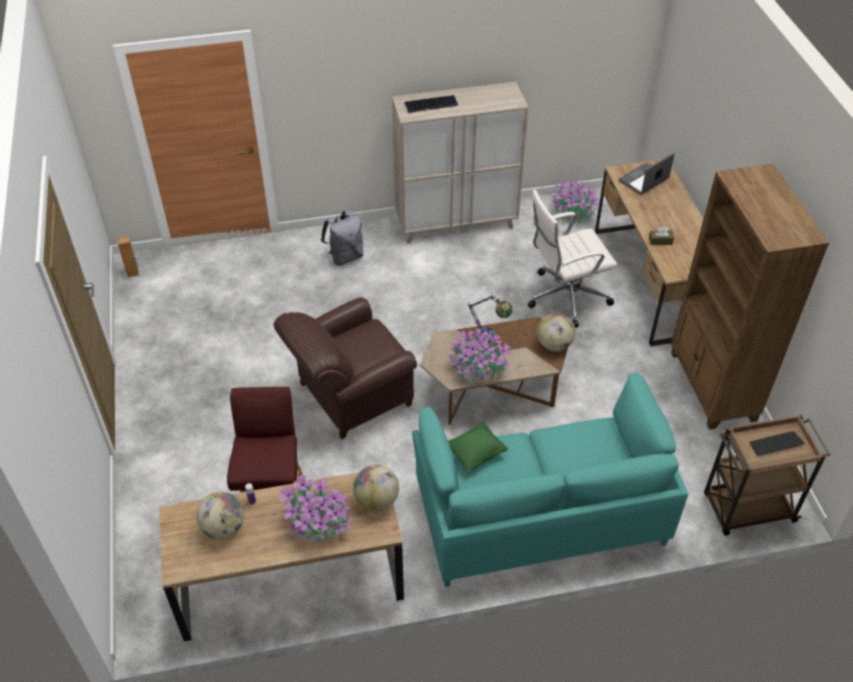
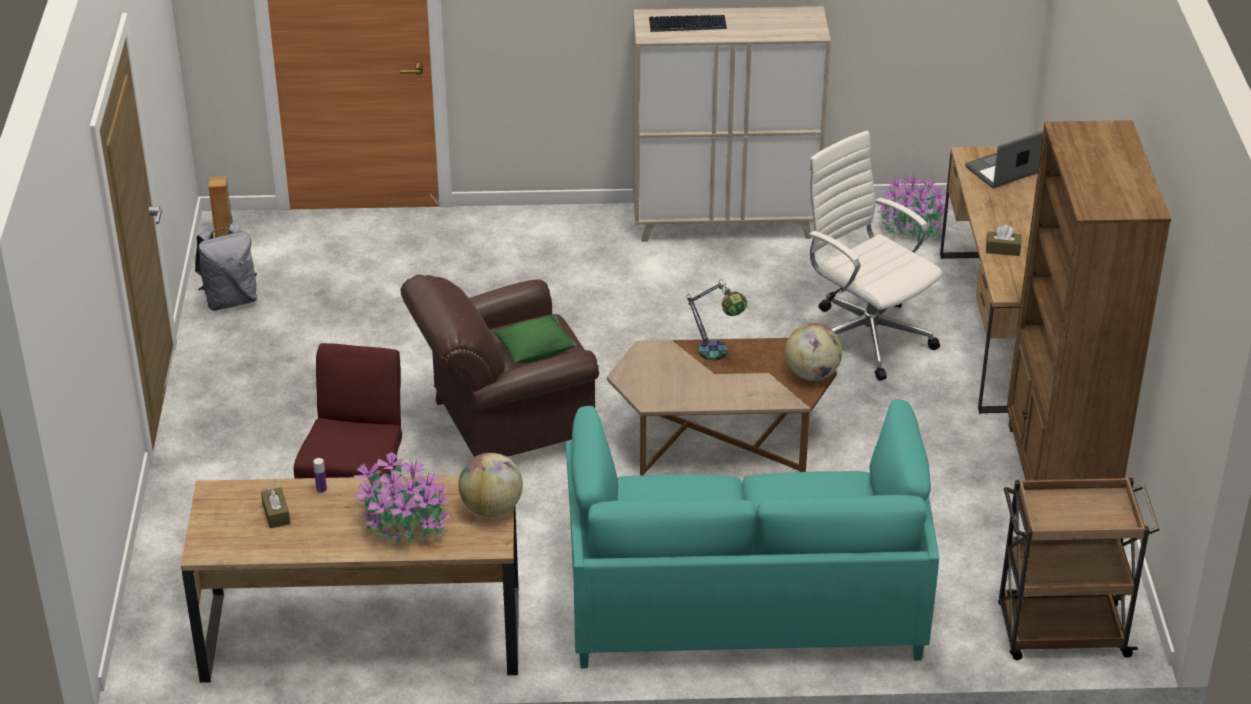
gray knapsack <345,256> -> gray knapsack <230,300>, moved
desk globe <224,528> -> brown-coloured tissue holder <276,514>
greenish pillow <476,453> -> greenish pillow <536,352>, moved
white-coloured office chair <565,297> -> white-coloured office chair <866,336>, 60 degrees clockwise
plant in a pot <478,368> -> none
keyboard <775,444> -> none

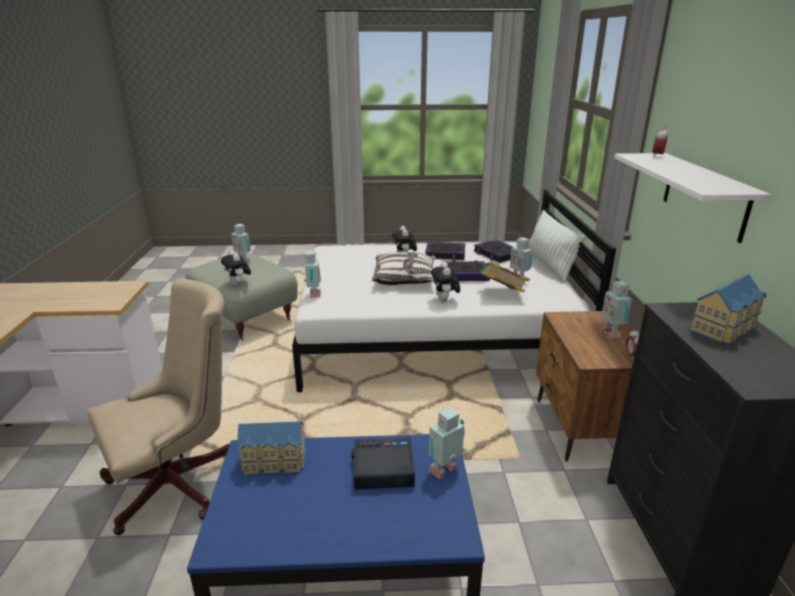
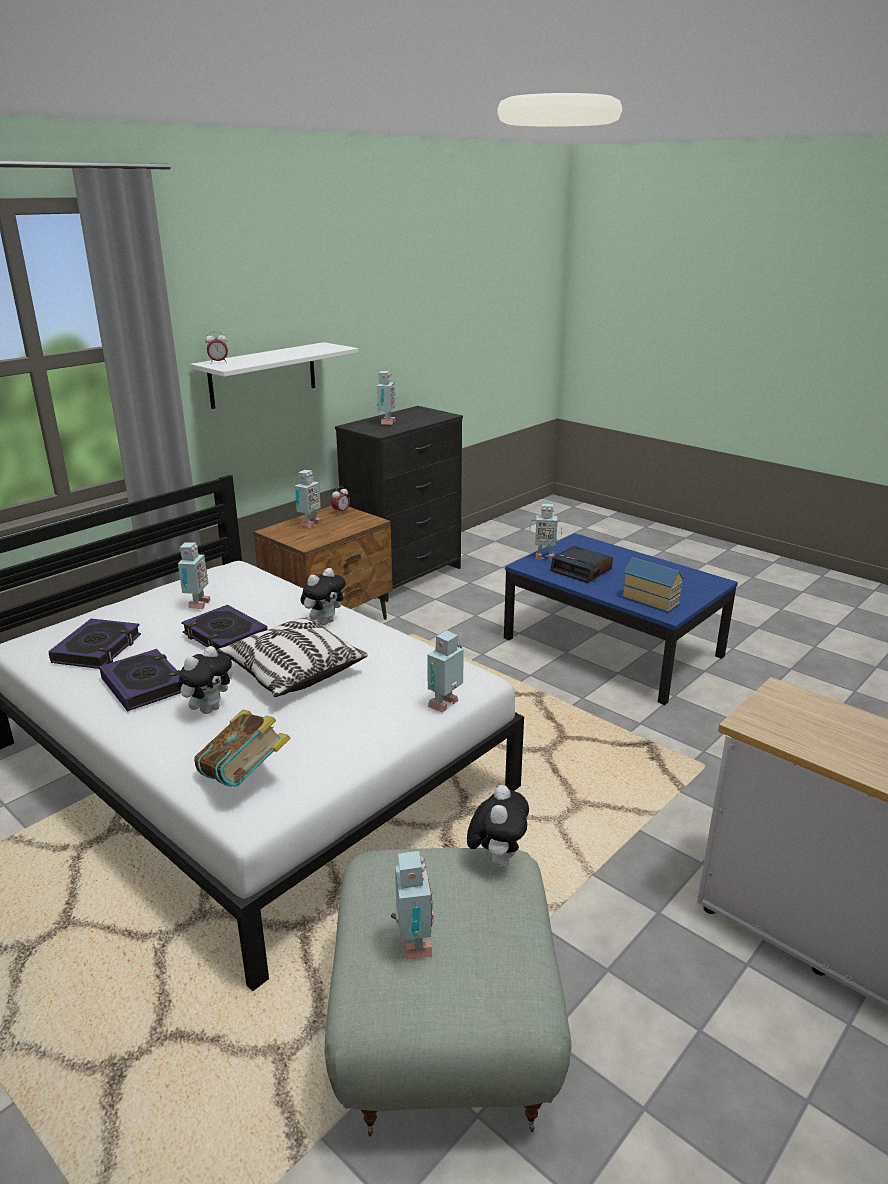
book <501,293> -> book <245,778>, moved
model house <725,329> -> model robot <386,423>
beige-coloured office chair <180,483> -> none
pillow <549,265> -> none

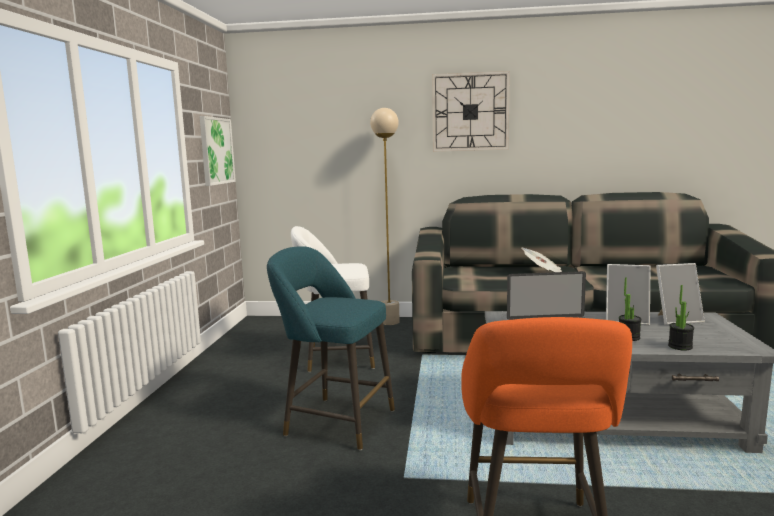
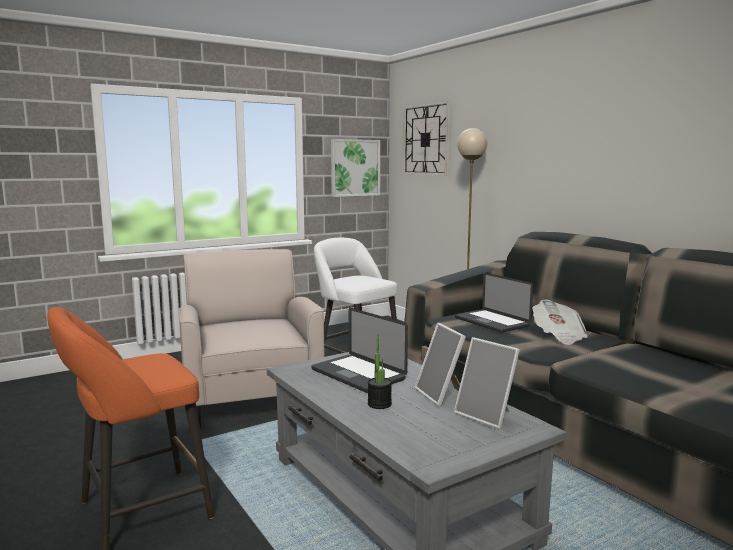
blue-green stool seat <334,421> -> beige-coloured easy chair <250,397>
hanging clock <470,112> -> hanging clock <426,139>, moved
none -> portable computer <491,322>
plant in a pot <680,346> -> none

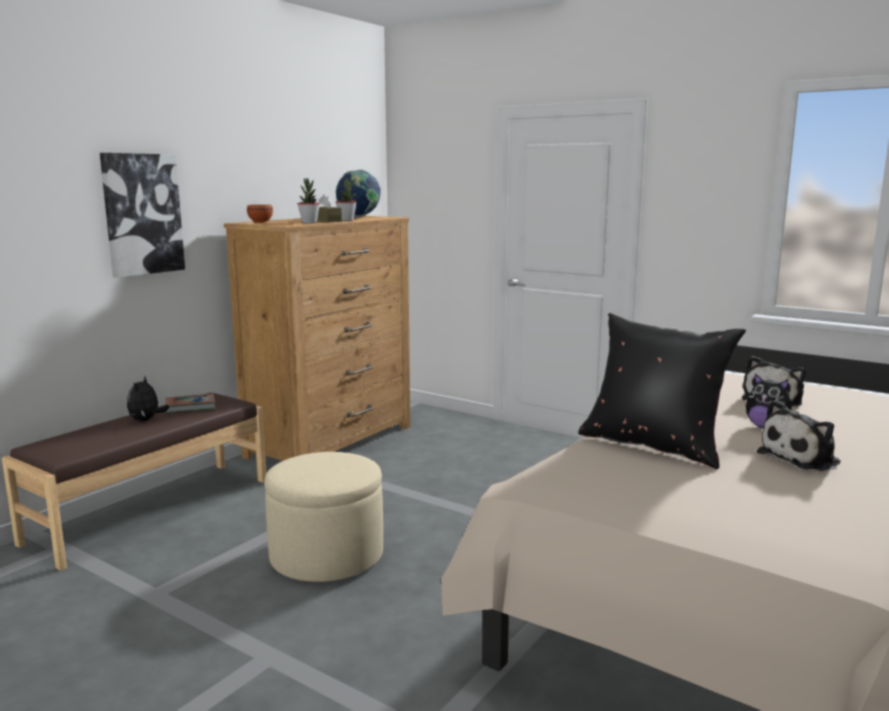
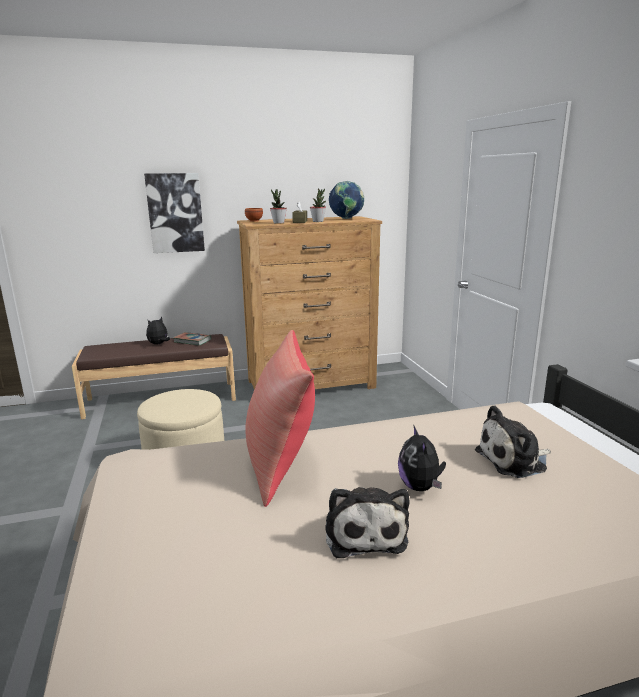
black-coloured pillow <653,445> -> reddish pillow <281,463>
plush toy <802,458> -> plush toy <364,532>, 105 degrees counterclockwise

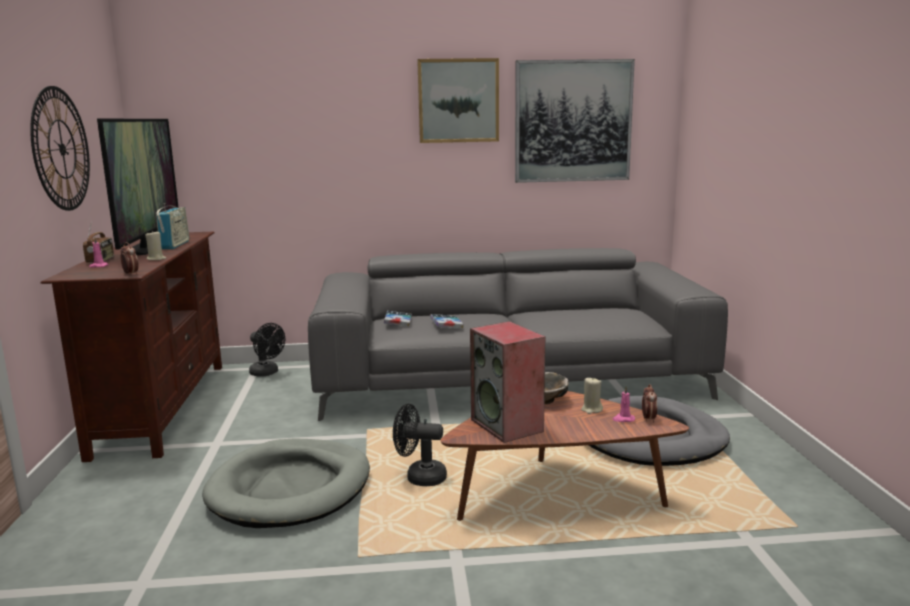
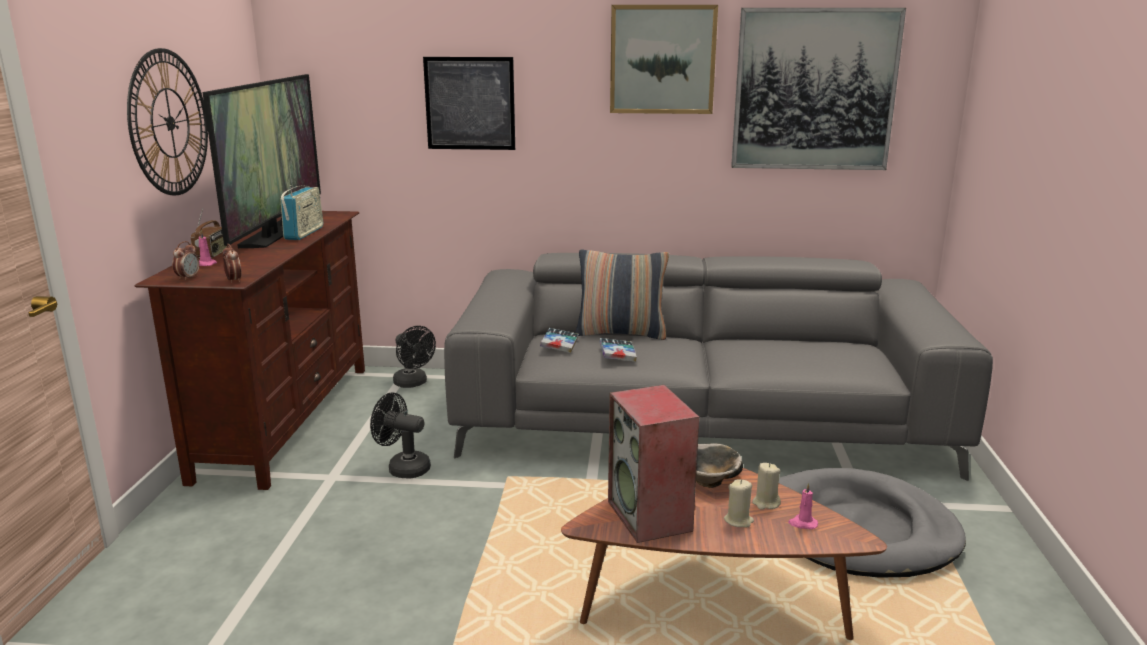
alarm clock <648,419> -> alarm clock <188,278>, moved
black-coloured fan <419,477> -> black-coloured fan <403,468>, moved
none -> picture <470,103>
none -> pillow <621,333>
beige-coloured wax light <156,259> -> beige-coloured wax light <738,520>, moved
gray dog cushion <291,488> -> none

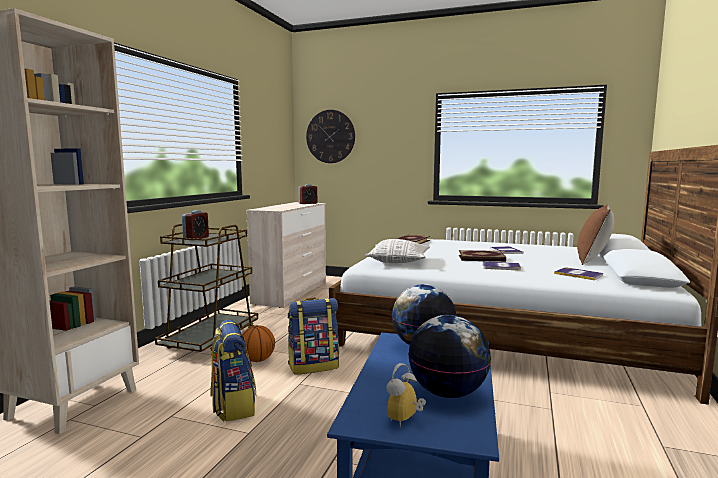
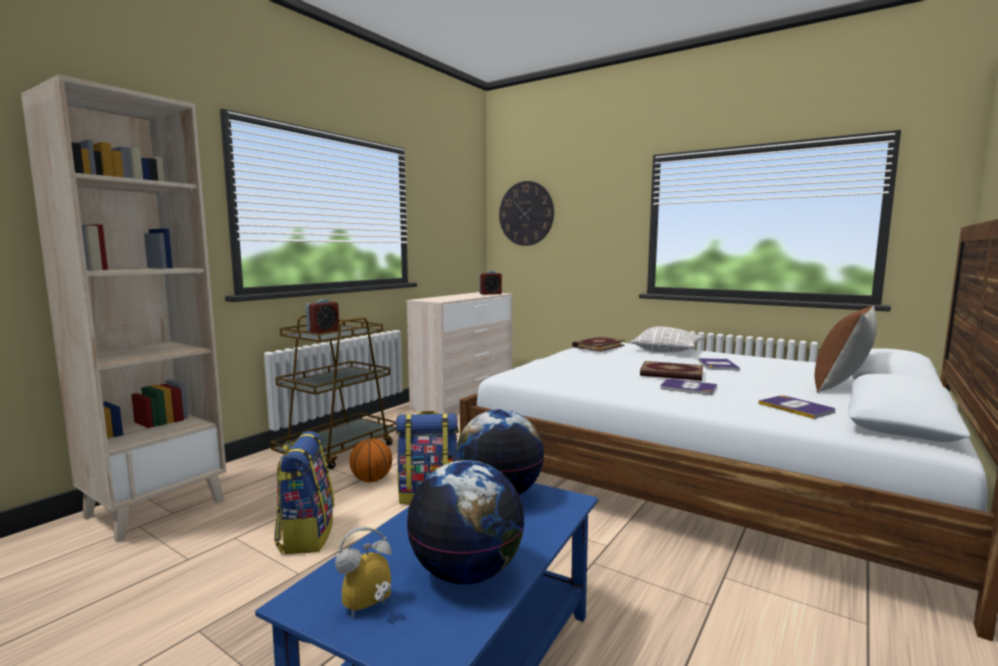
pillow <398,261> -> pillow <666,351>, moved

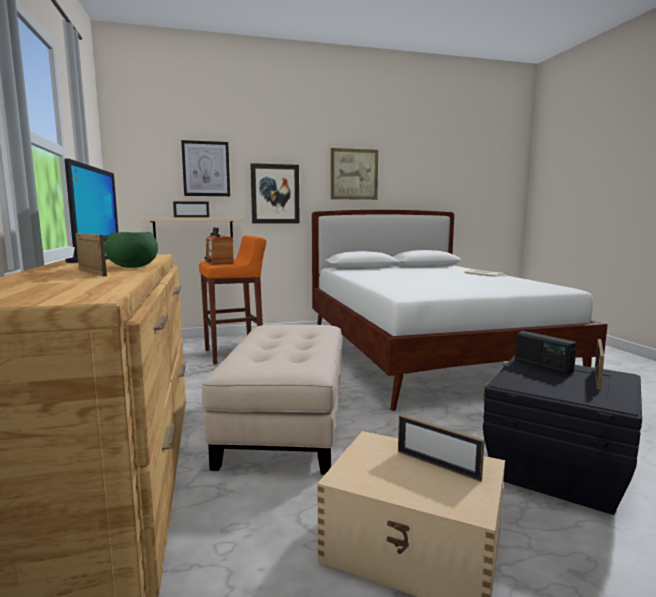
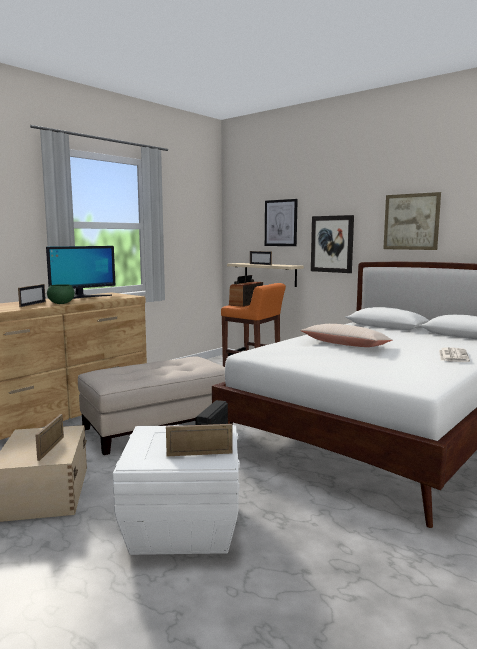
black-coloured storage bin <555,471> -> white-coloured storage bin <181,525>
none -> beige-coloured pillow <345,345>

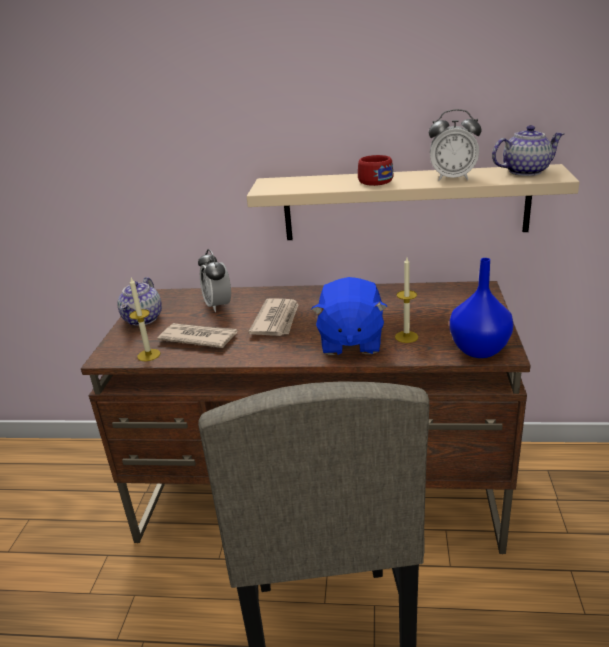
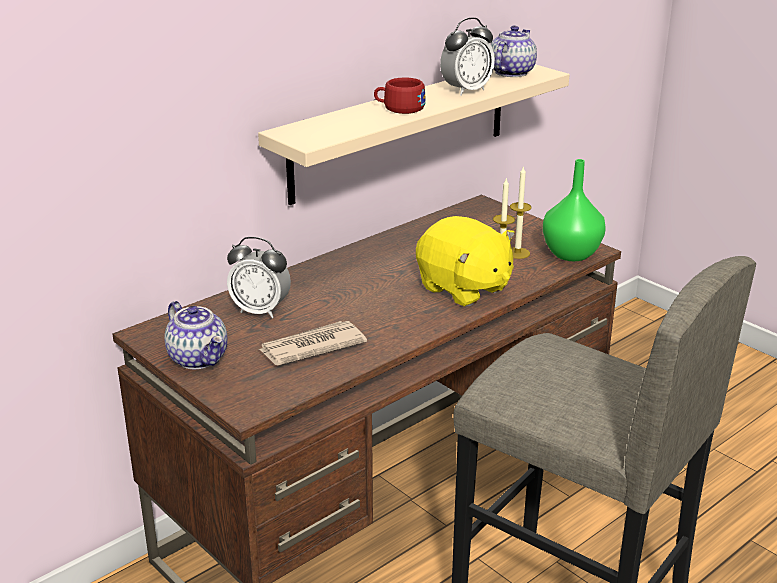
bluish plush toy <350,341> -> yellowish plush toy <463,288>
wax light <148,355> -> wax light <517,253>, moved
bluish flower vase <480,350> -> greenish flower vase <572,254>
daily paper <277,320> -> none

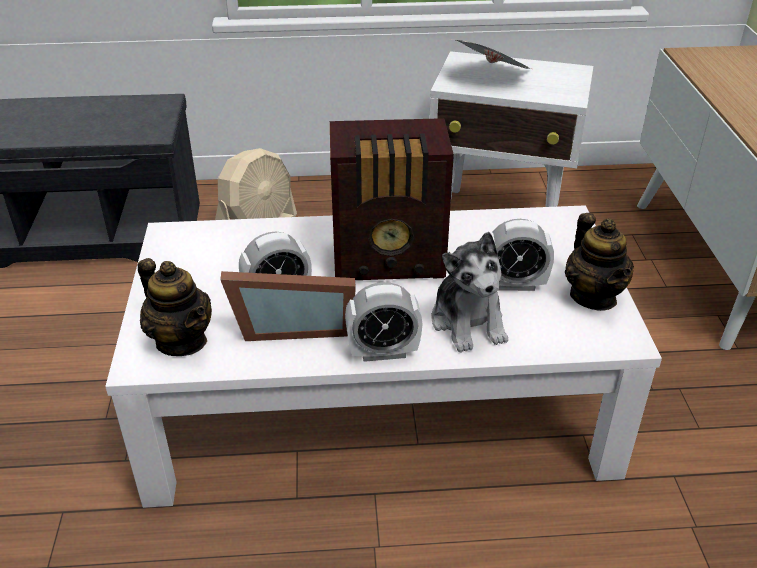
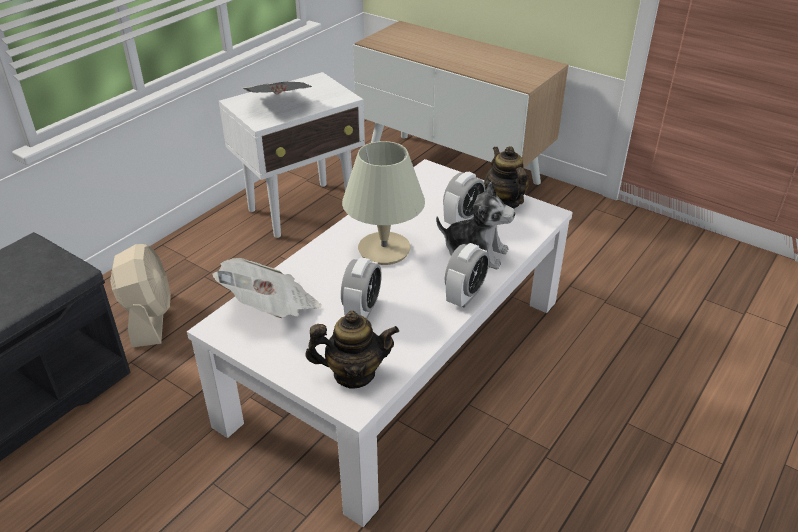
none -> daily paper <271,308>
radio <391,261> -> beige-coloured tabletop lamp <384,249>
teapot <593,296> -> teapot <504,202>, 135 degrees counterclockwise
standing frame <293,327> -> none

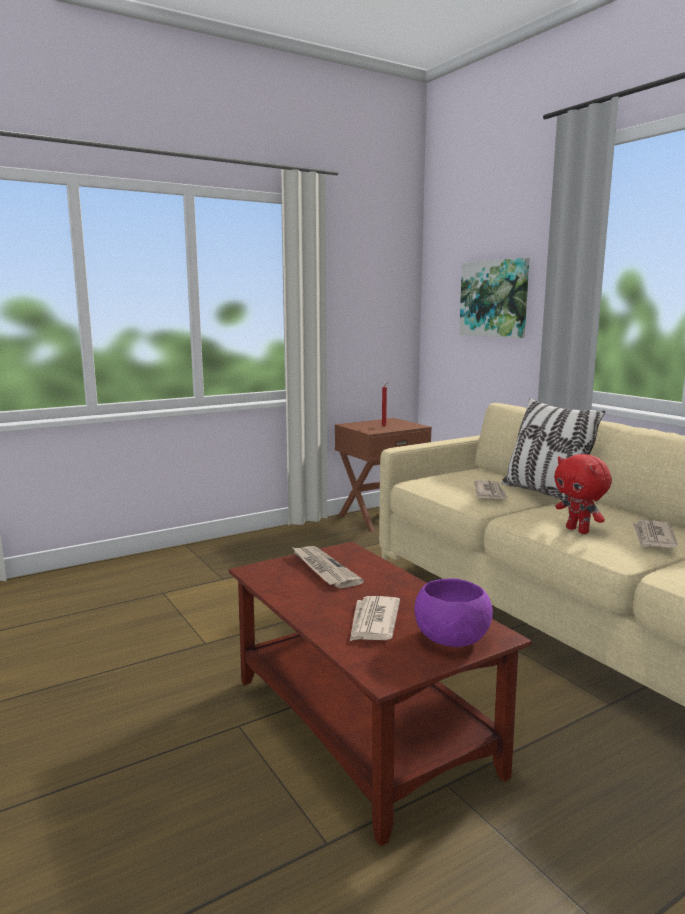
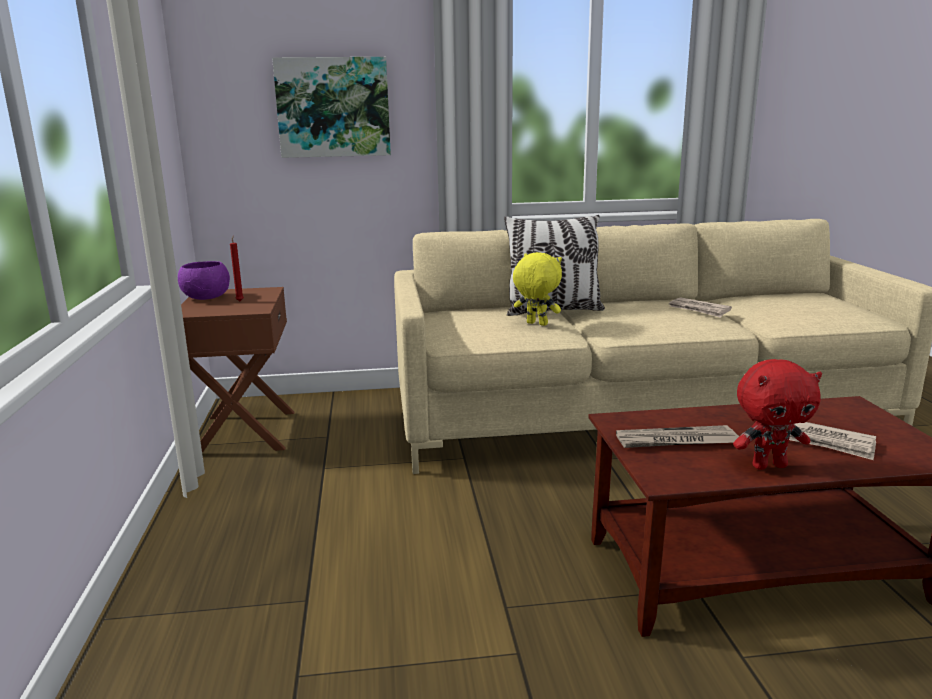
purple-coloured serving bowl <452,638> -> purple-coloured serving bowl <207,297>, moved
daily paper <490,492> -> yellowish plush toy <536,324>
reddish plush toy <578,530> -> reddish plush toy <769,465>, moved

